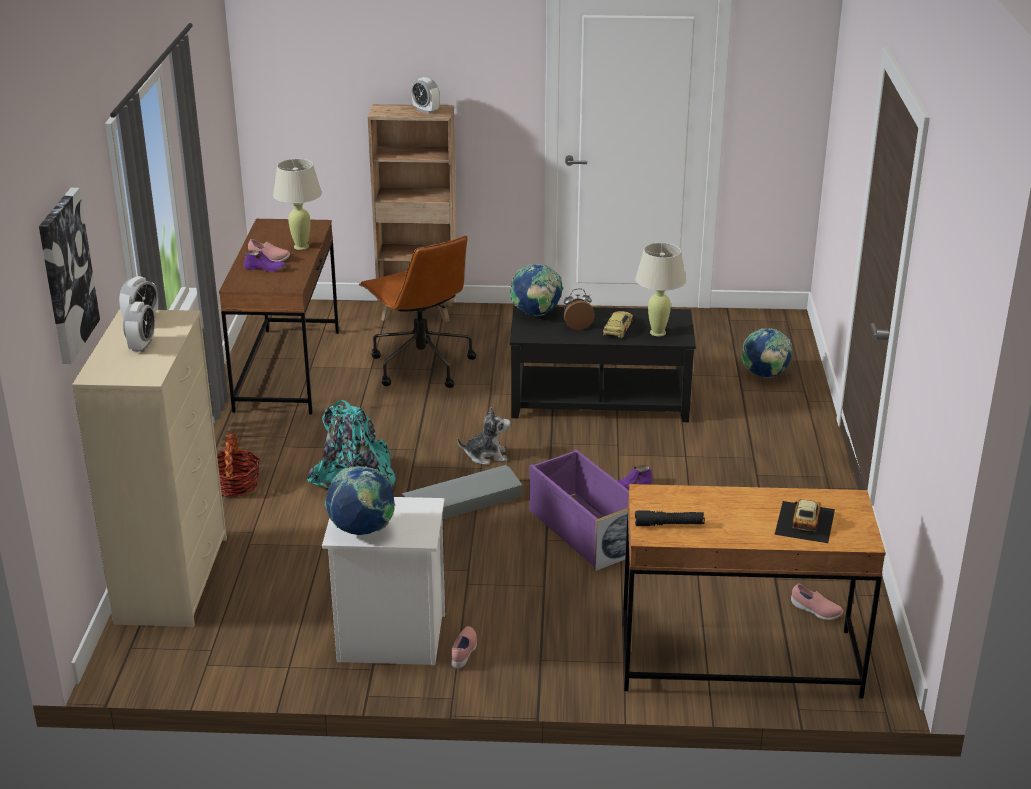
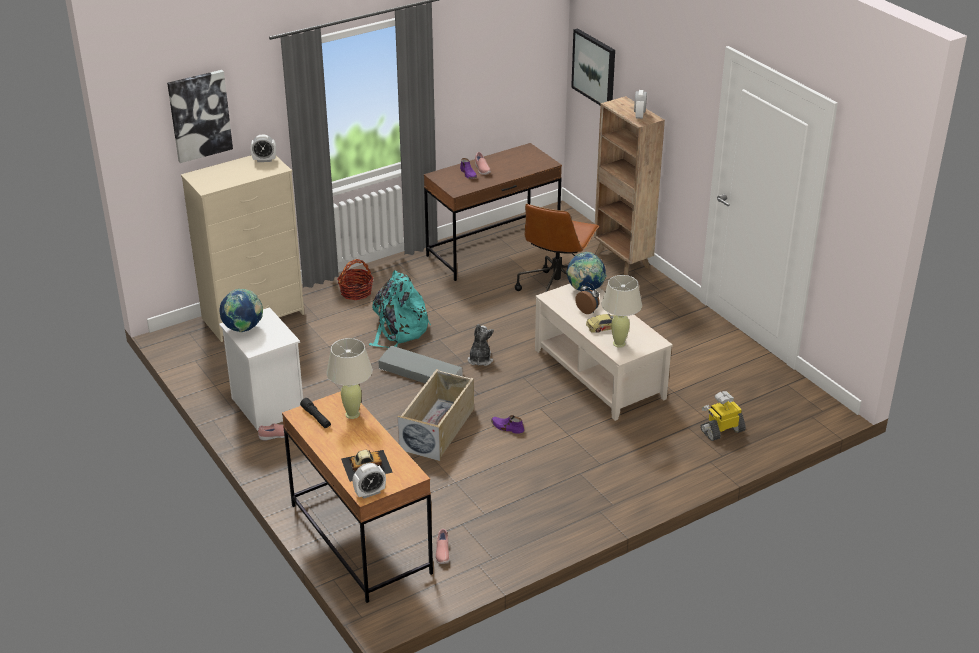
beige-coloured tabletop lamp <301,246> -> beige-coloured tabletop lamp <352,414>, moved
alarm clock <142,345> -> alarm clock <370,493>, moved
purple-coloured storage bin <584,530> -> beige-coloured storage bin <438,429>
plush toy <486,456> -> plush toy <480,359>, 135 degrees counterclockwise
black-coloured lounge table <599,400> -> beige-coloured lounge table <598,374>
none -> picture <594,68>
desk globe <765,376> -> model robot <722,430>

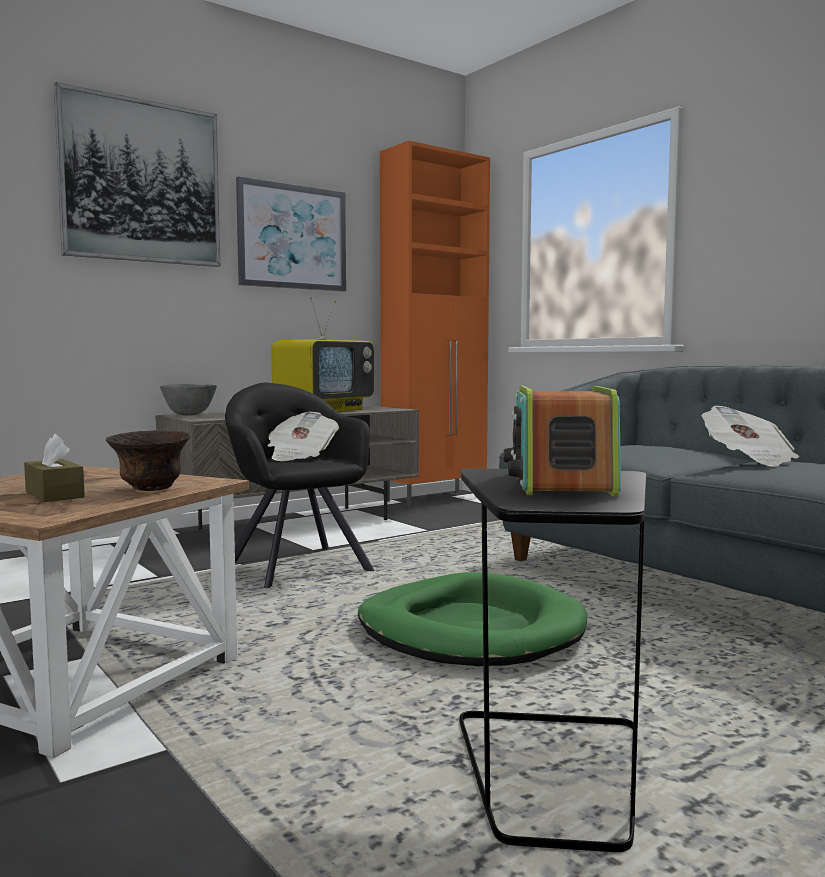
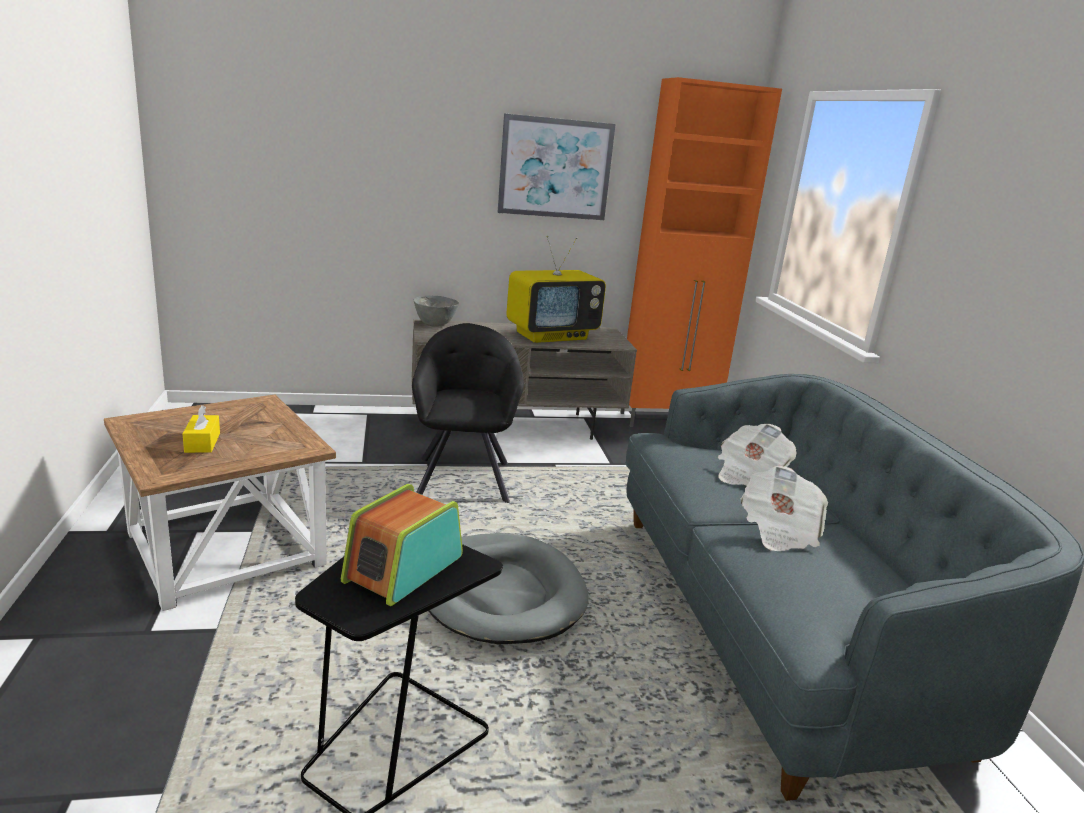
brown-coloured tissue holder <54,494> -> yellowish tissue holder <202,442>
greenish dog cushion <470,630> -> gray dog cushion <500,593>
daily paper <300,456> -> daily paper <749,474>, moved
picture <141,182> -> none
brown-coloured serving bowl <151,489> -> none

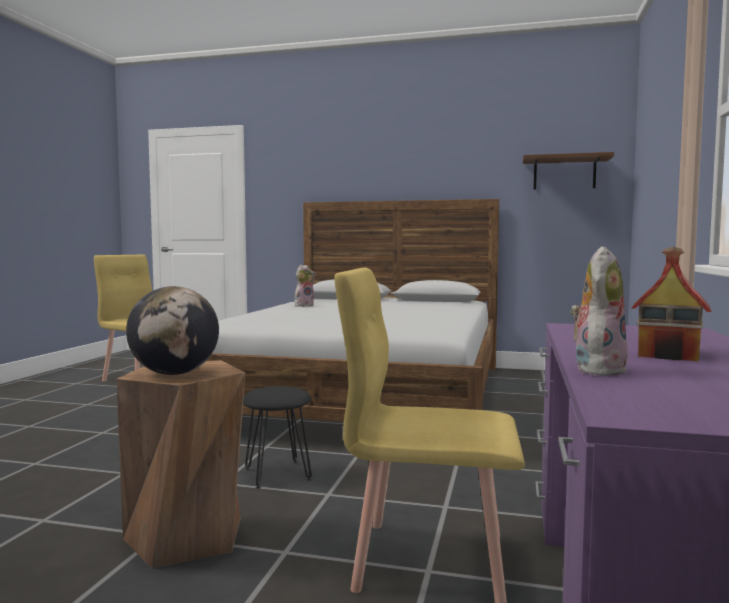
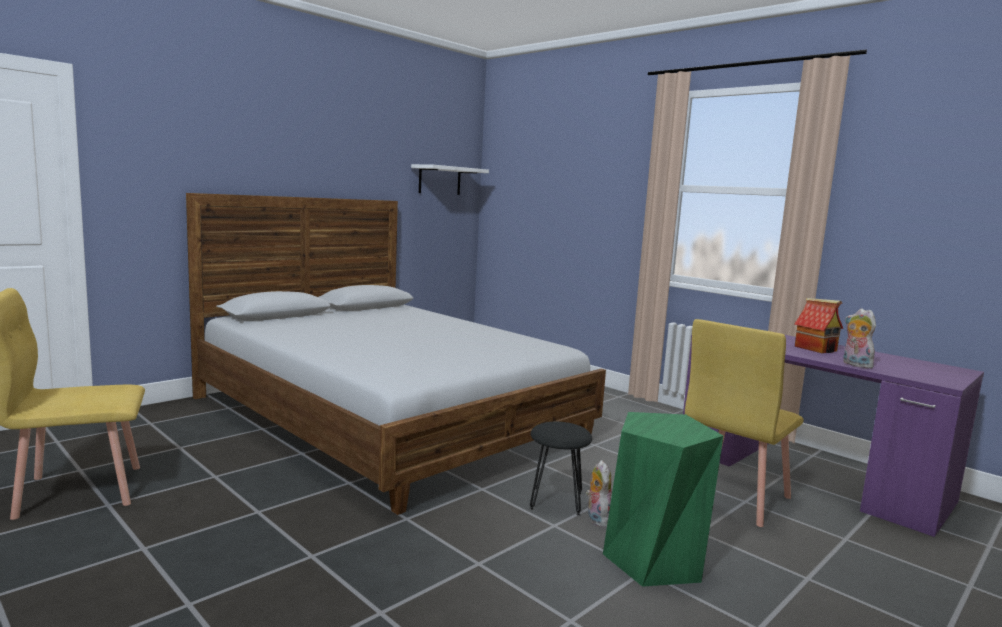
brown-coloured wall shelf <564,173> -> white-coloured wall shelf <439,180>
plush toy <304,305> -> plush toy <596,519>, moved
brown-coloured stool seat <186,536> -> greenish stool seat <653,560>
desk globe <174,373> -> none

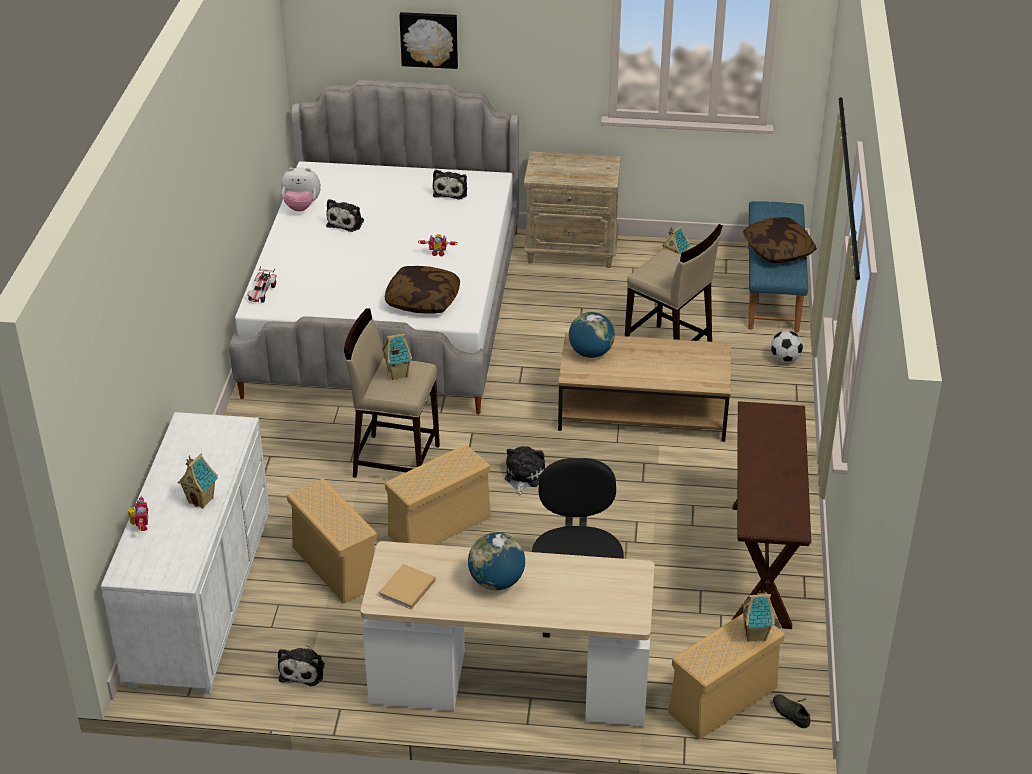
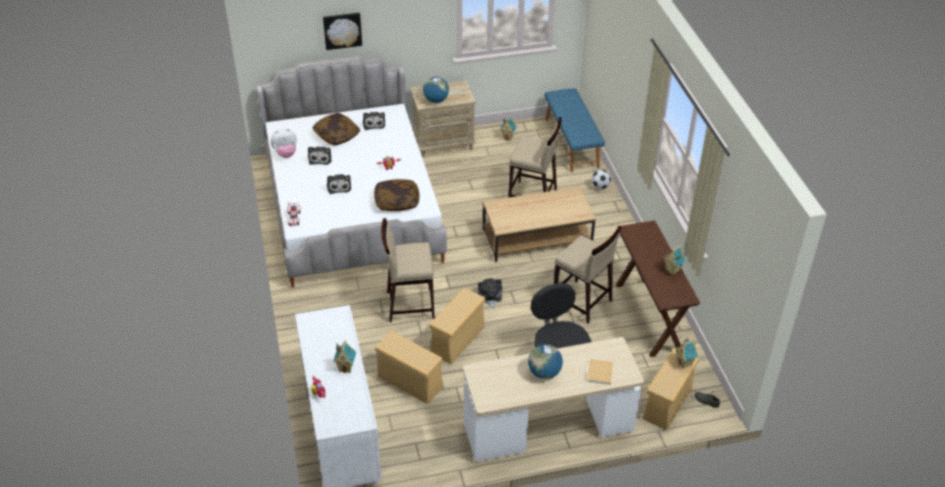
pillow <778,251> -> pillow <337,135>, moved
plush toy <303,670> -> plush toy <339,186>, moved
desk globe <590,353> -> desk globe <436,100>, moved
none -> beige-coloured stool seat <582,302>
beige-coloured book <406,589> -> beige-coloured book <599,373>, moved
model house <397,374> -> model house <672,270>, moved

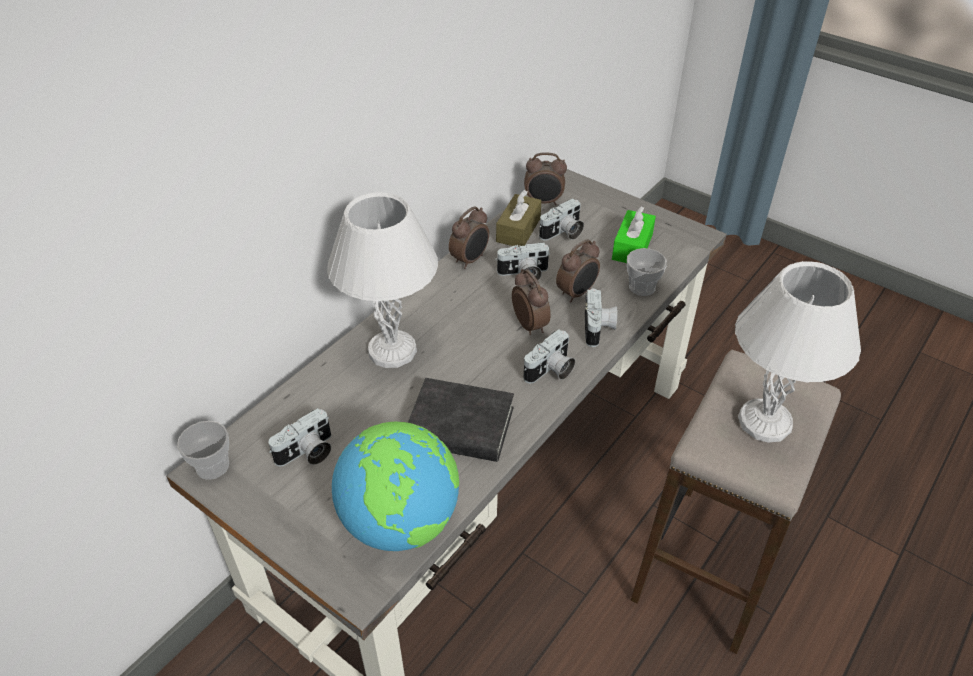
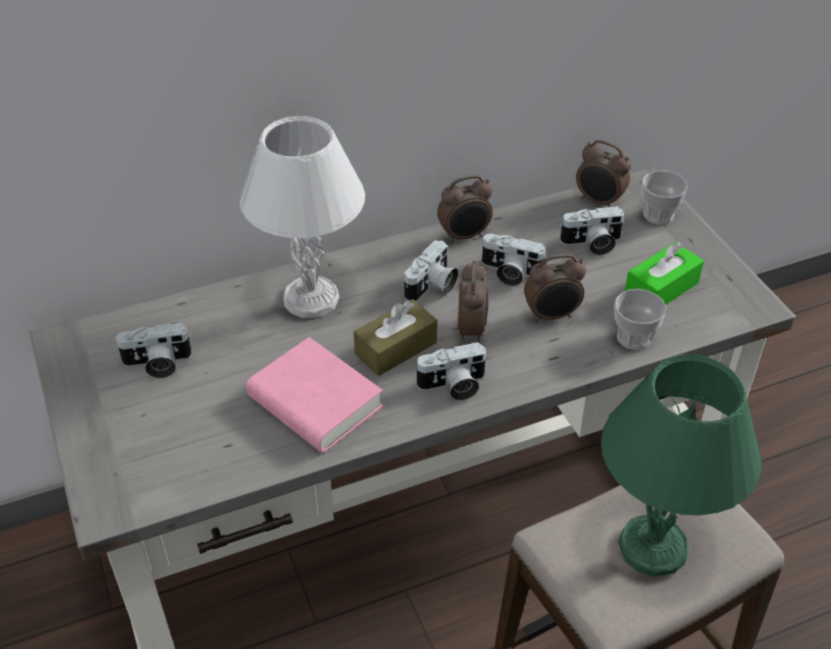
black-coloured book <460,427> -> pink book <315,402>
brown-coloured tissue holder <518,230> -> brown-coloured tissue holder <396,348>, moved
photo camera <599,328> -> photo camera <432,287>, moved
white-coloured tabletop lamp <766,423> -> greenish tabletop lamp <653,549>
small cup <212,466> -> small cup <658,215>, moved
desk globe <401,521> -> none

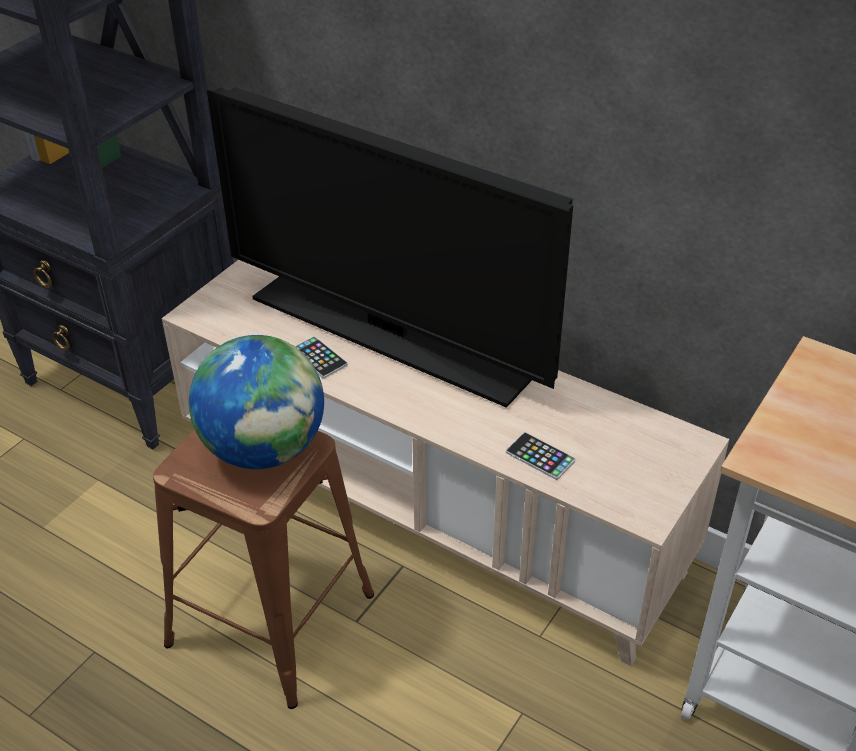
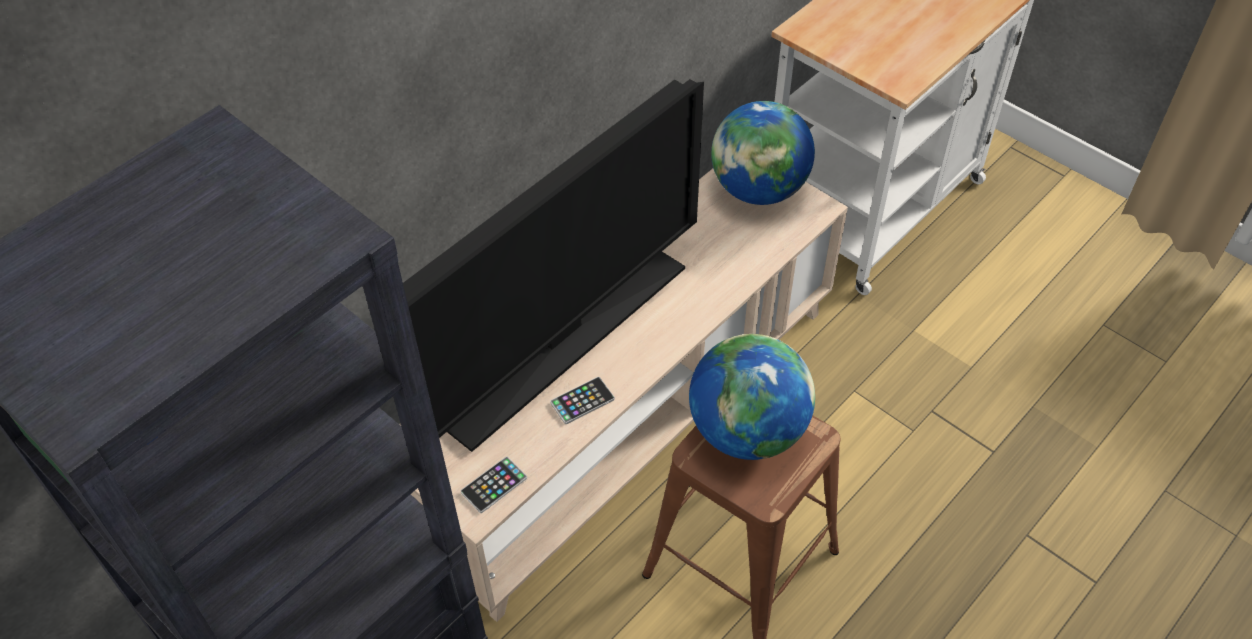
telephone <540,456> -> telephone <494,485>, moved
none -> desk globe <758,189>

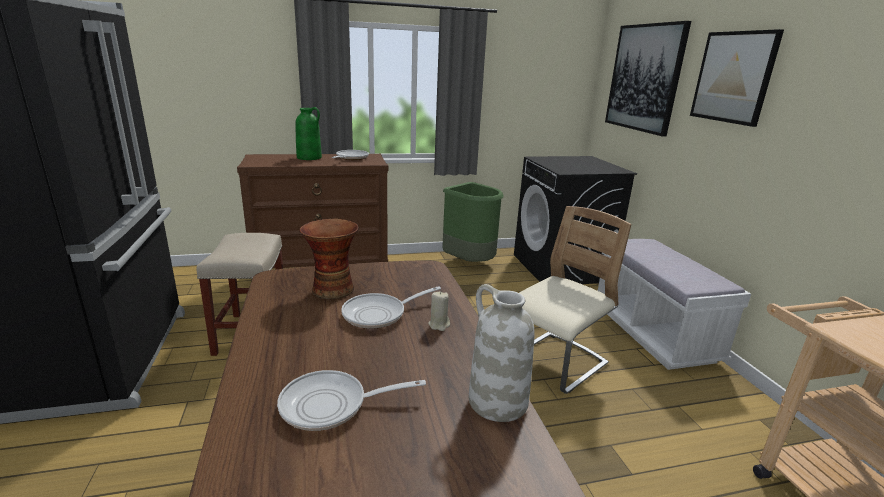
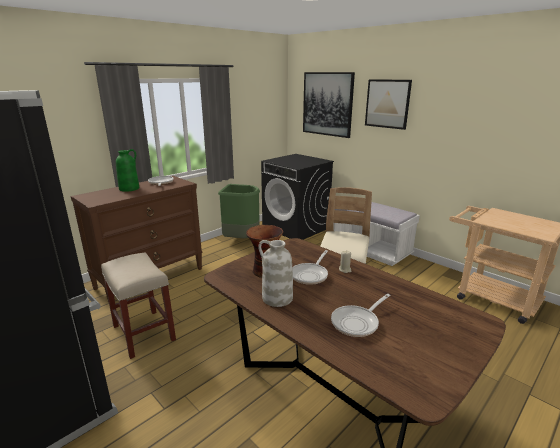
white-coloured flower vase <496,401> -> white-coloured flower vase <276,298>, moved

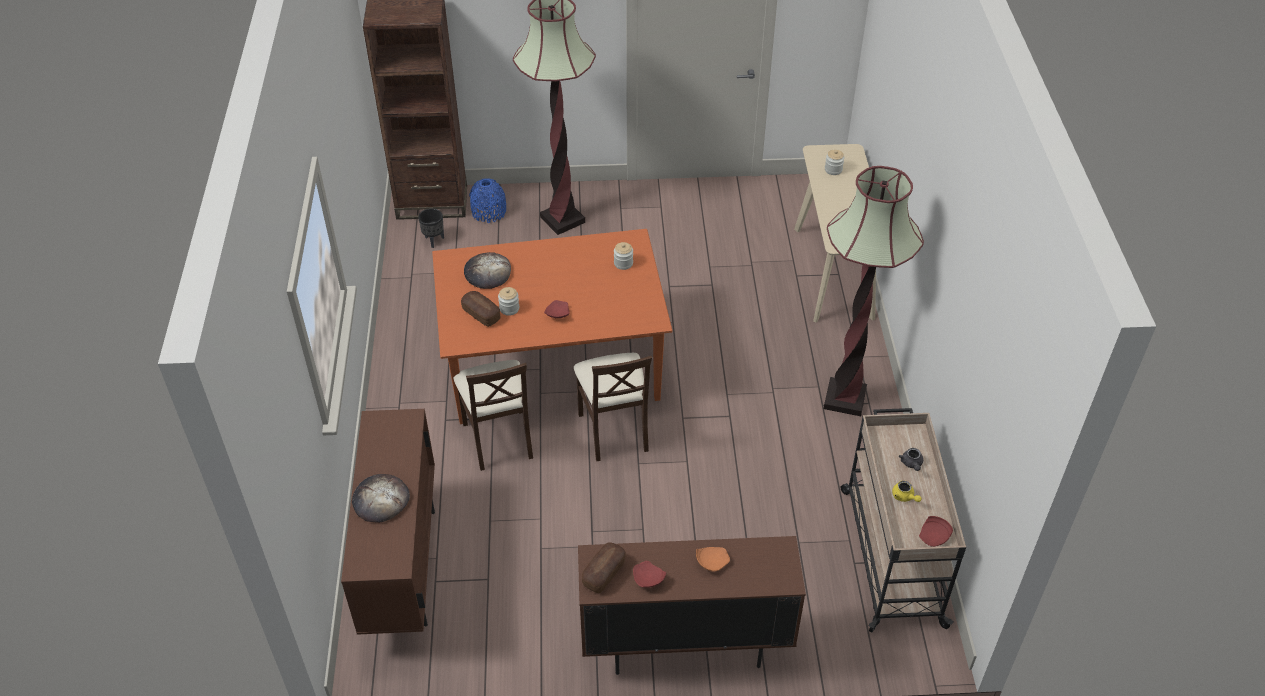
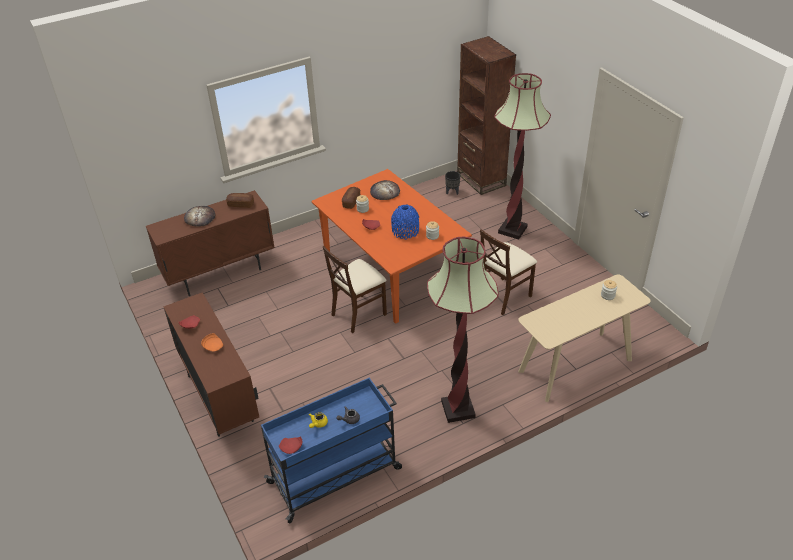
bakery bread <604,573> -> bakery bread <241,204>, moved
beige-coloured cart <891,554> -> bluish cart <336,475>
bluish flower vase <489,212> -> bluish flower vase <405,231>, moved
beige-coloured upright chair <499,439> -> beige-coloured upright chair <504,296>, moved

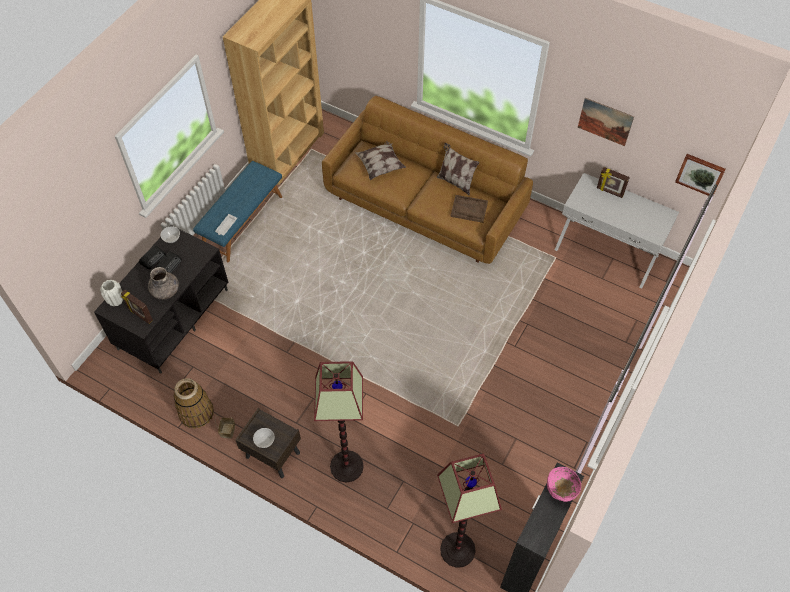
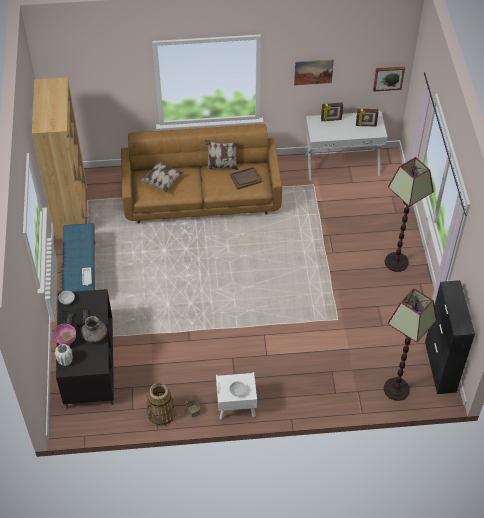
pink serving bowl <560,491> -> pink serving bowl <66,341>, moved
brown-coloured night table <272,455> -> white-coloured night table <236,407>
standing frame <140,315> -> standing frame <366,125>, moved
floor lamp <347,466> -> floor lamp <396,262>, moved

